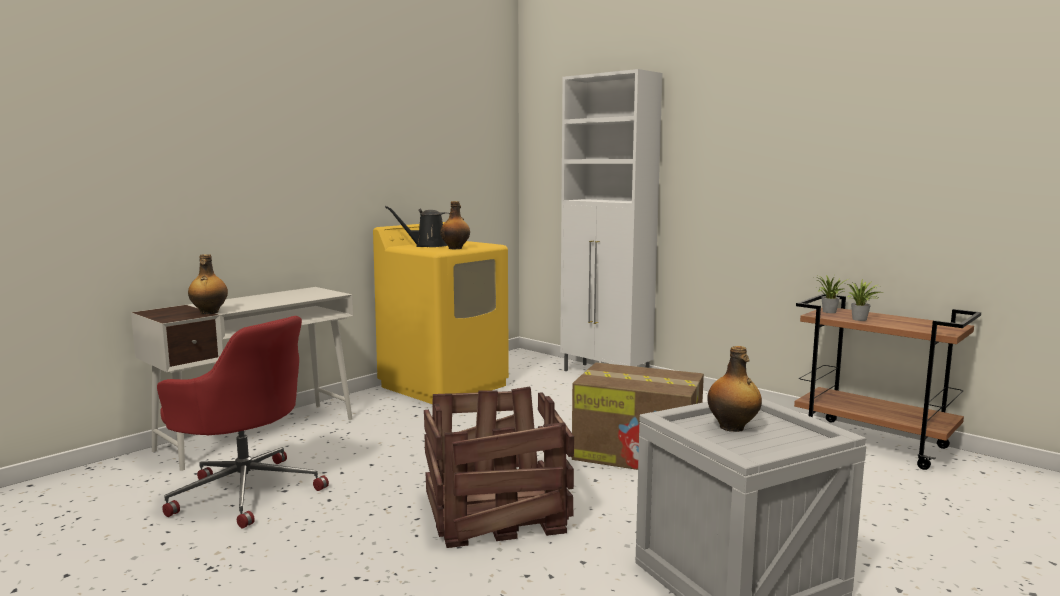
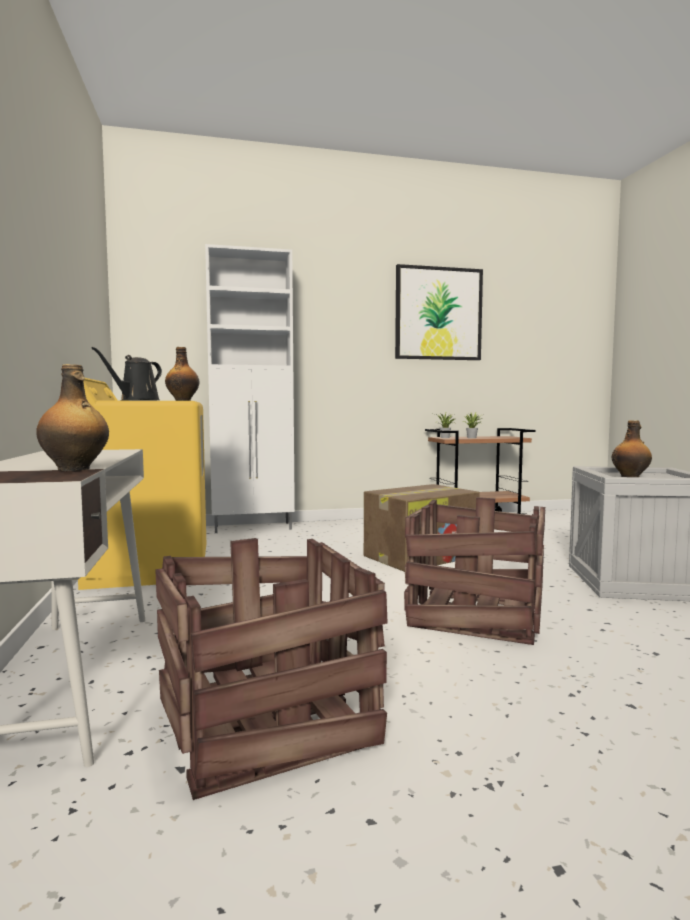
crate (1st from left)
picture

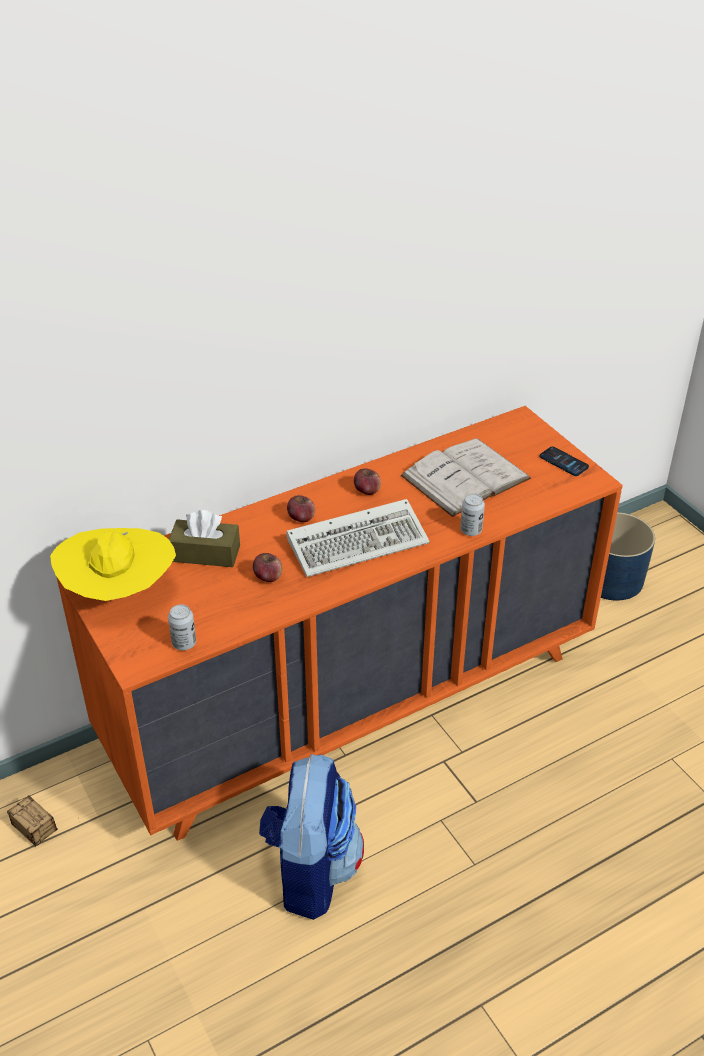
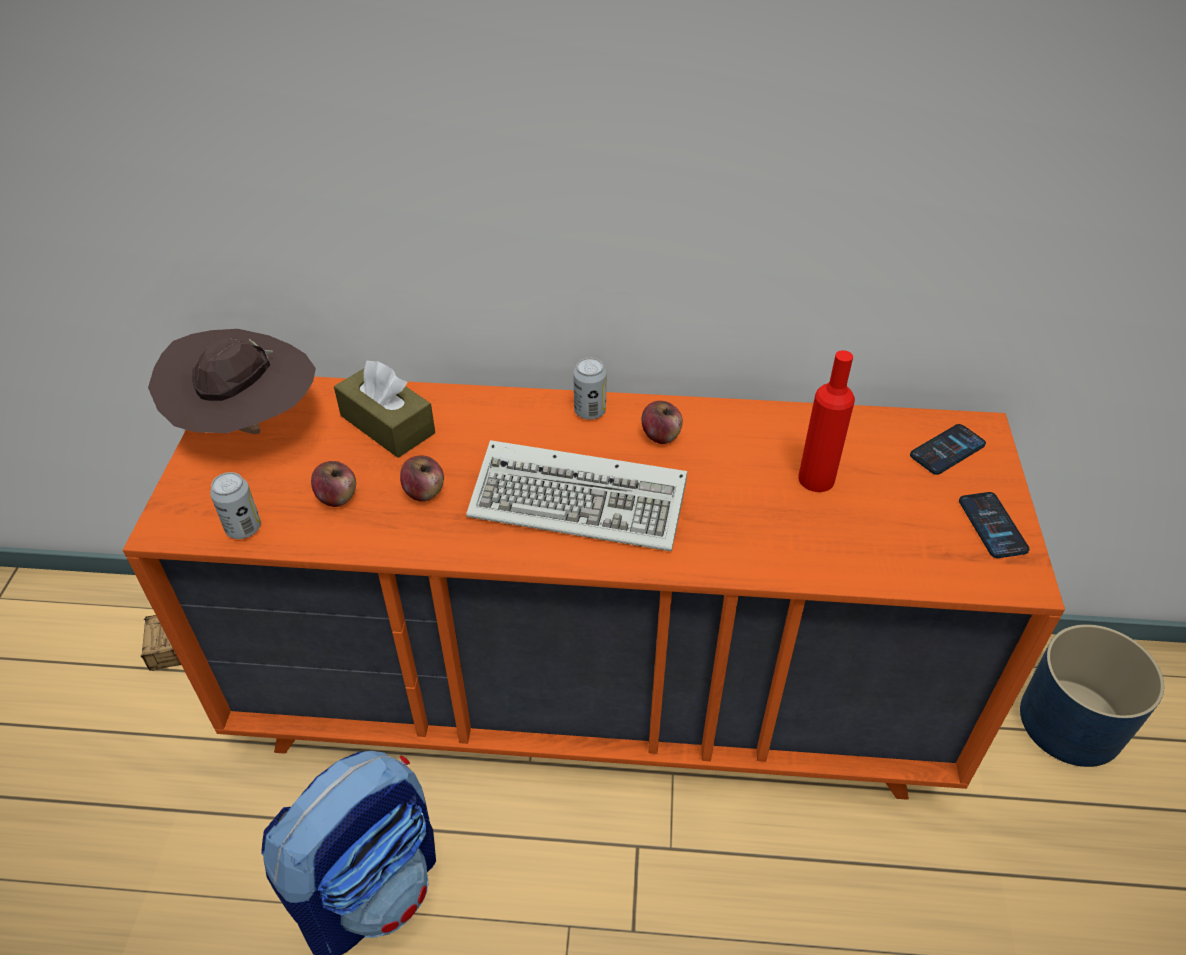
brown hat
apple (1st from left)
red bottle
can (2nd from left)
phone (1st from left)

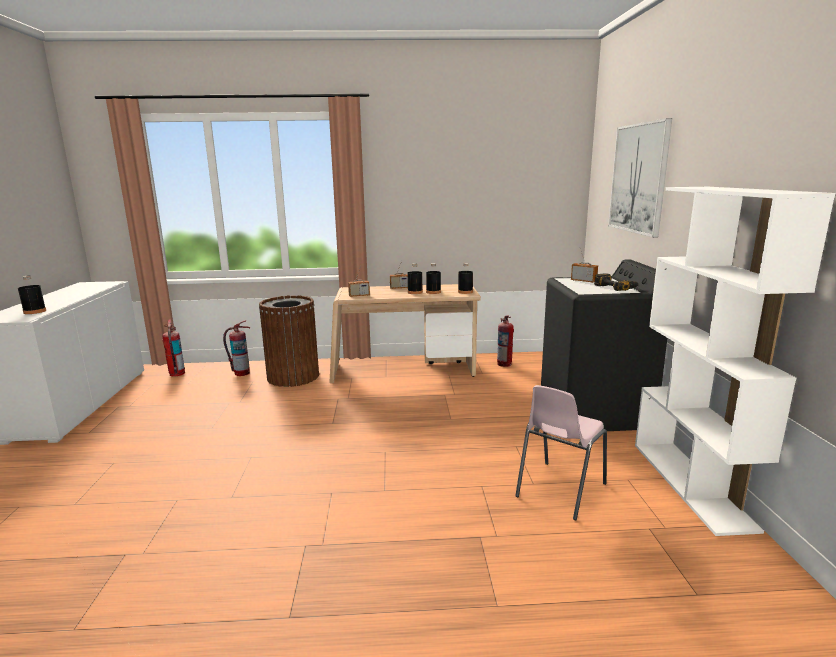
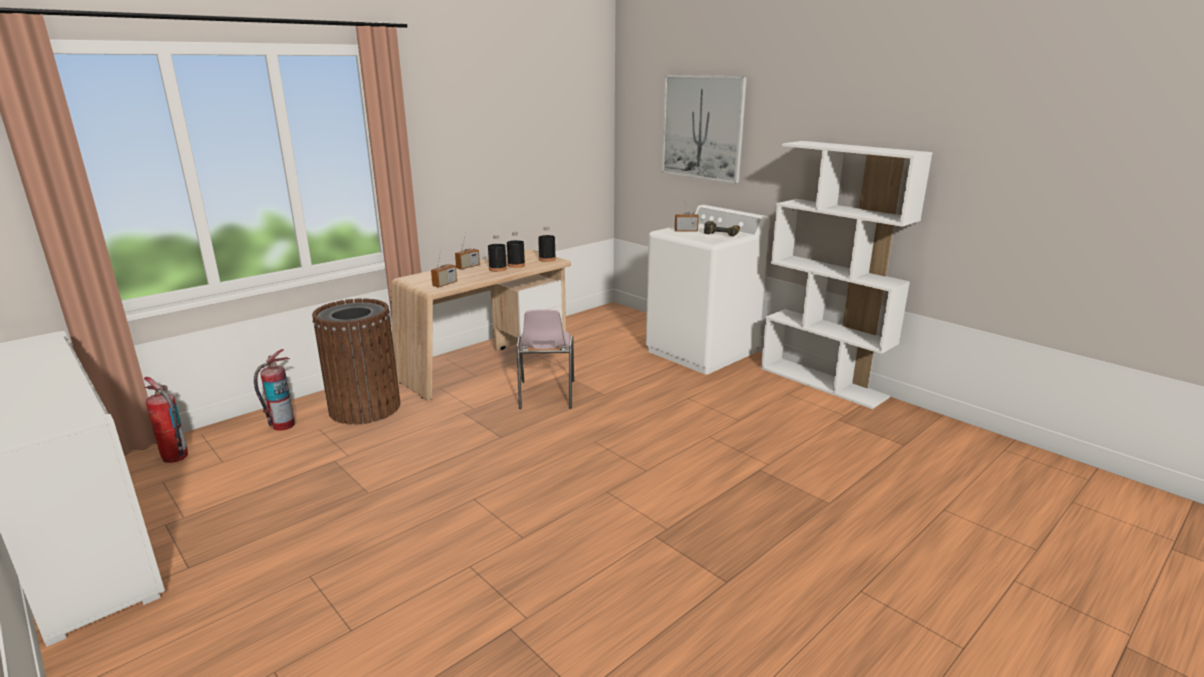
black bottle (1st from left in the first image)
fire extinguisher (3rd from left in the first image)
pink chair
white washing machine

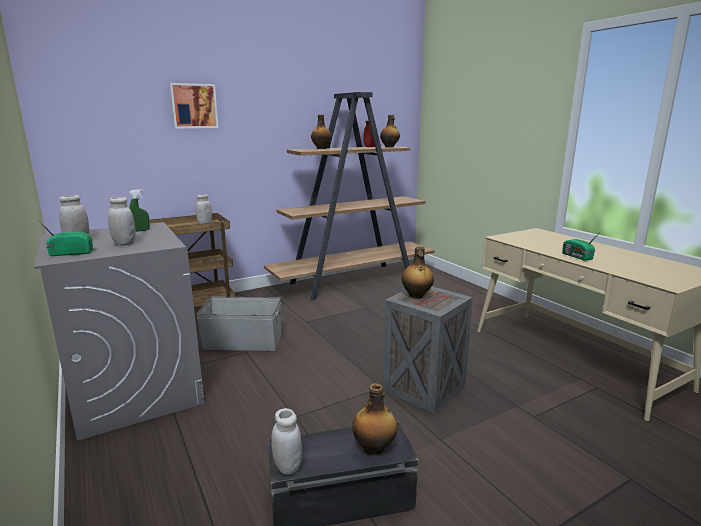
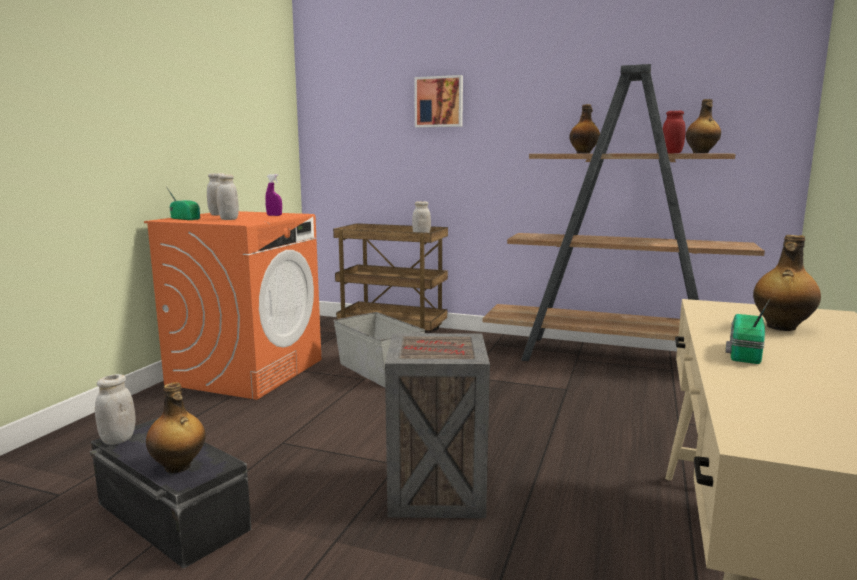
orange washing machine
purple spray bottle
bottle (4th from left)

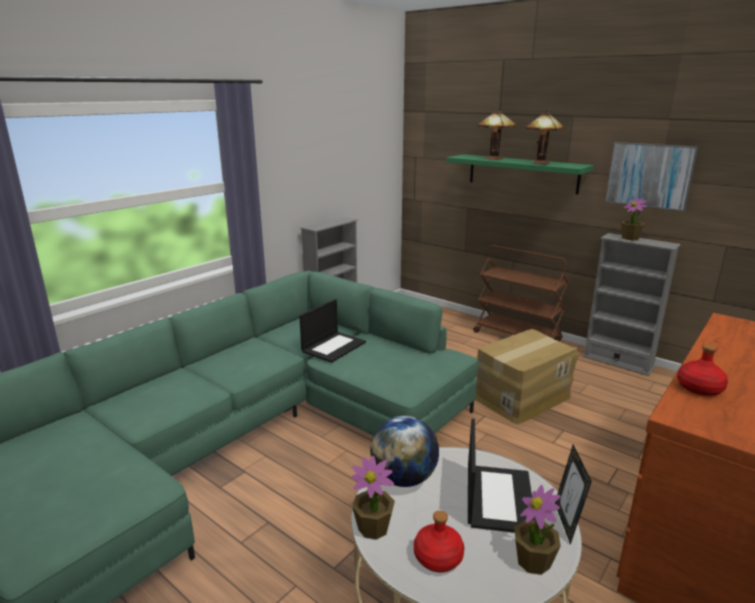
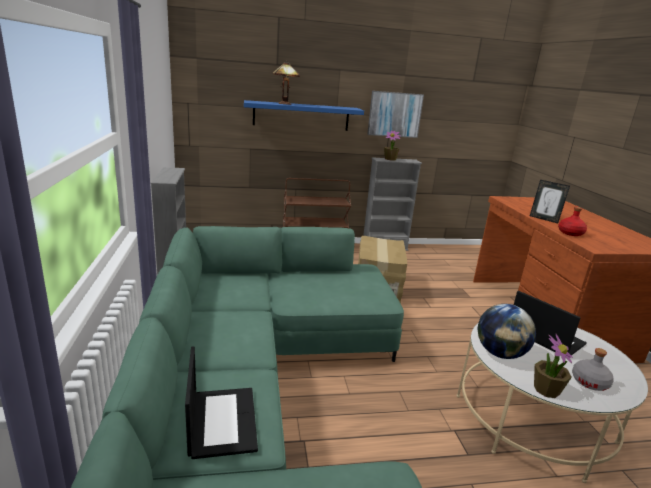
laptop (1st from left)
grey bottle
blue shelf
potted plant (2nd from left in the first image)
table lamp (2nd from left in the first image)
picture frame

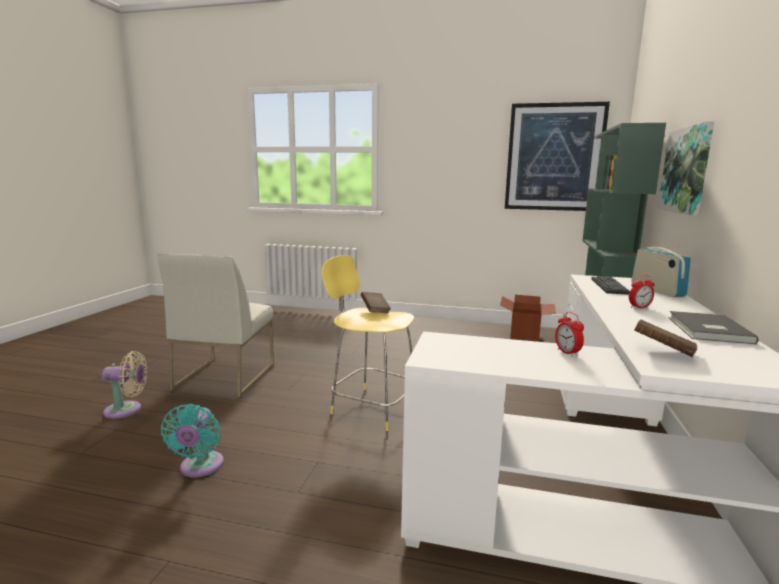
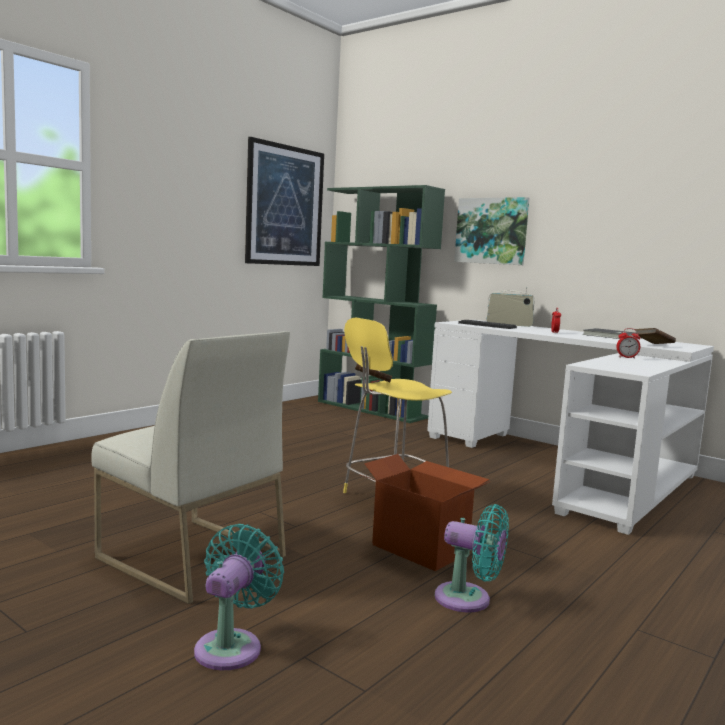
turquoise fan (1st from left)
cardboard box

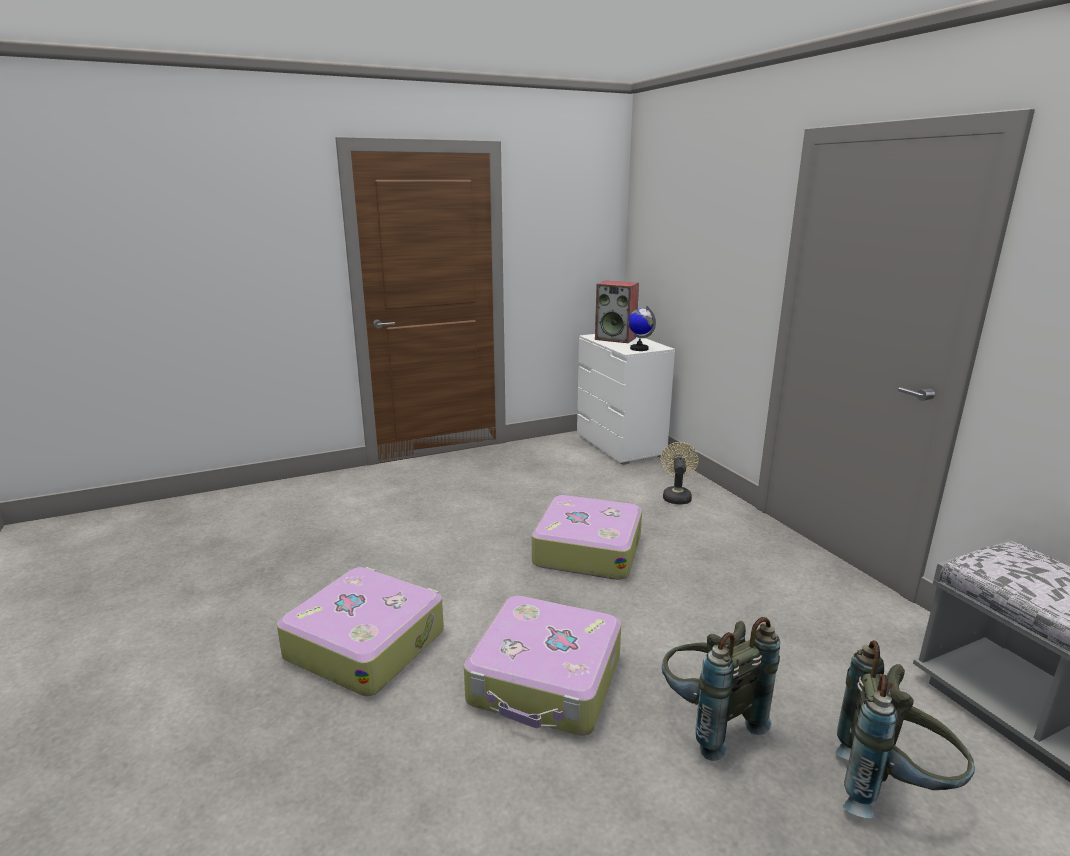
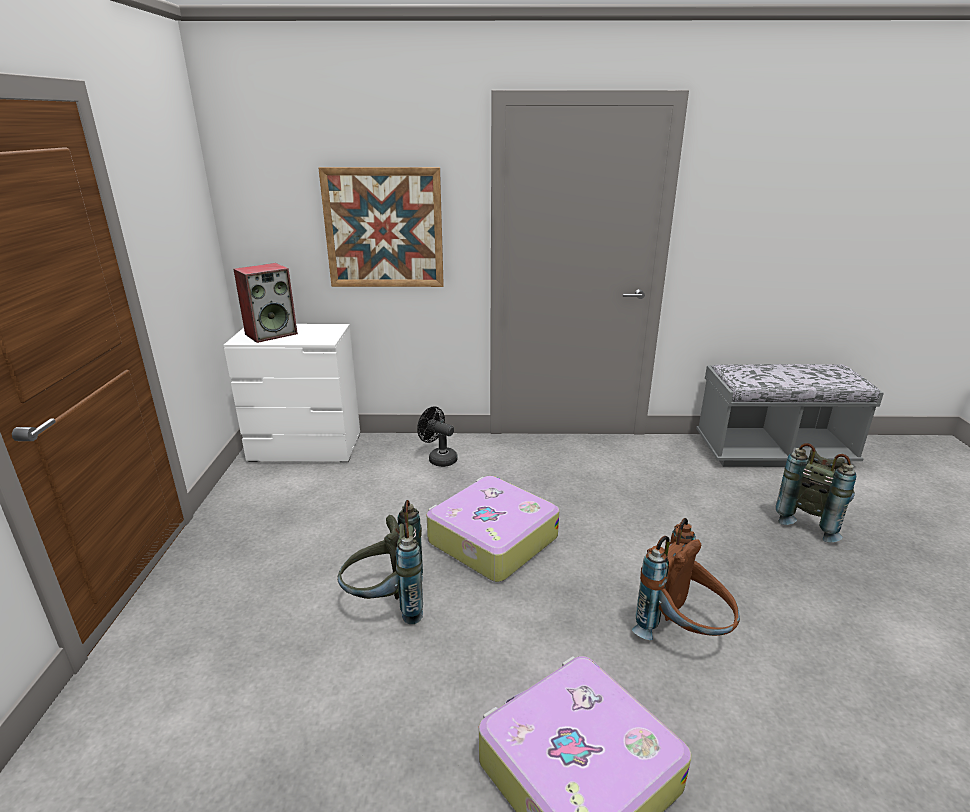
brown backpack
globe
black fan
grey backpack (1st from left)
picture

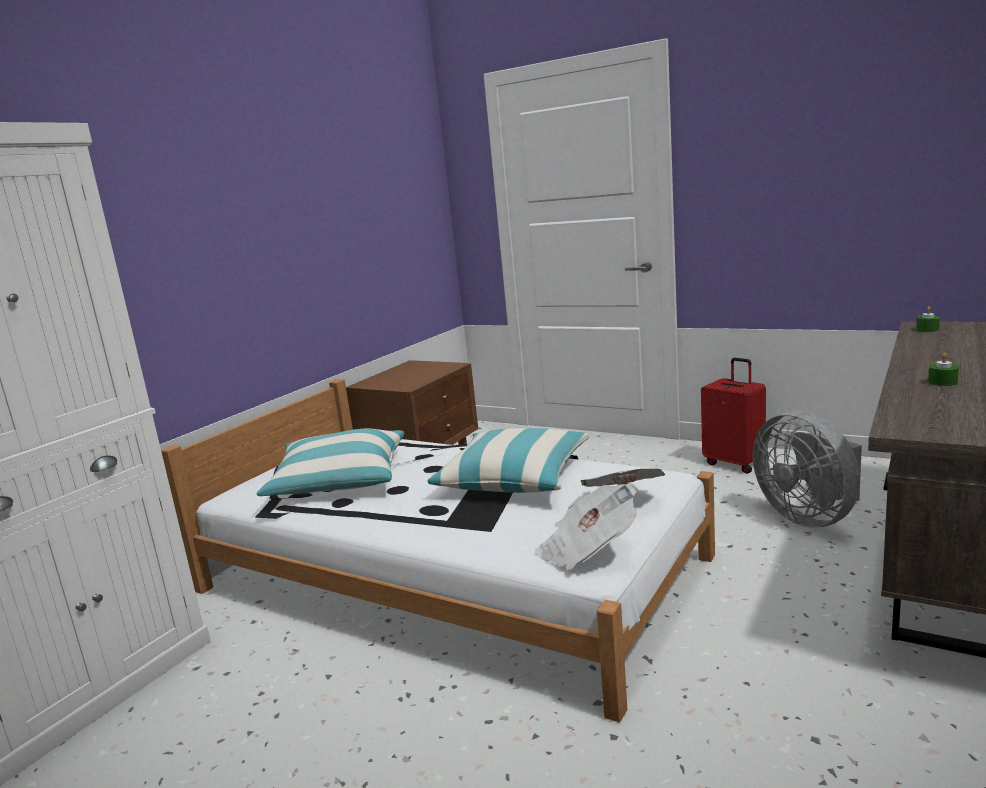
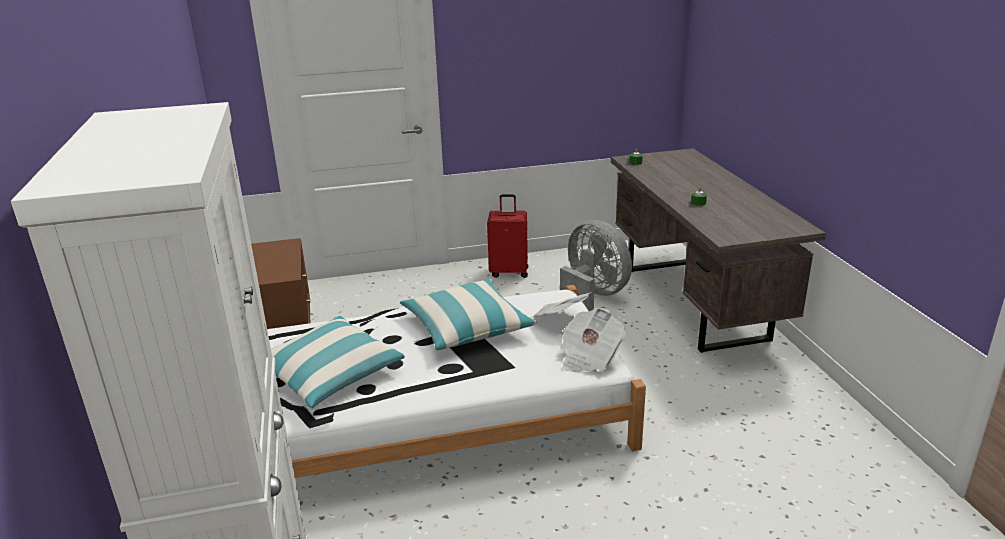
grey fan

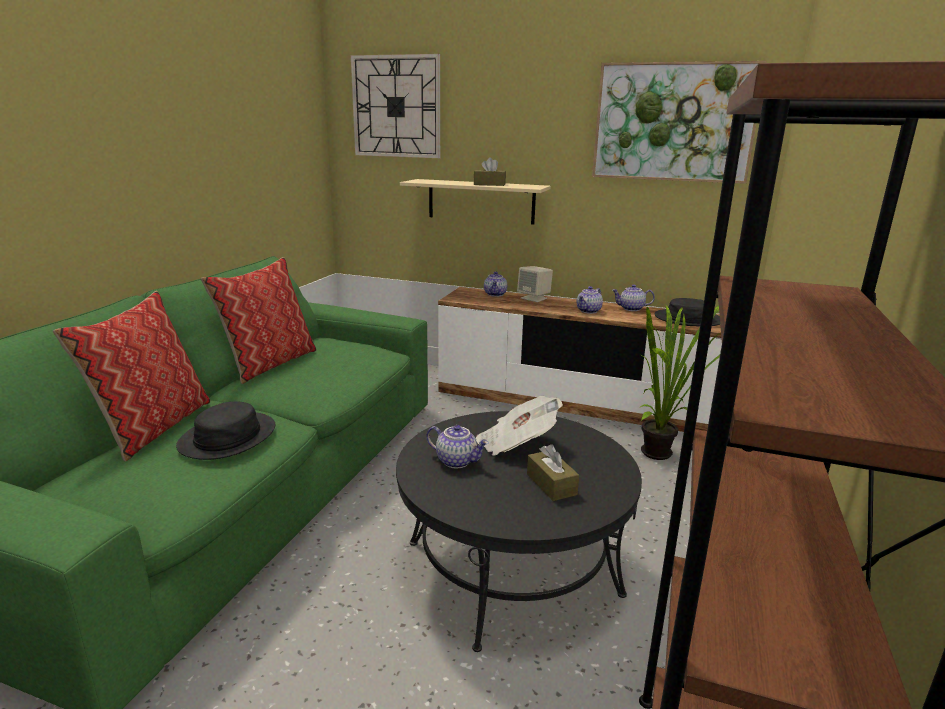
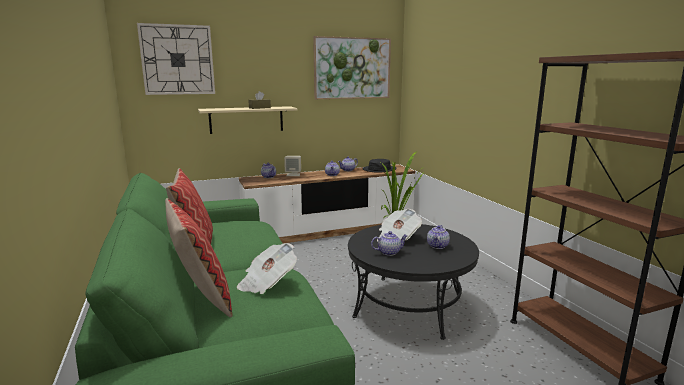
newspaper (1st from left)
teapot (5th from left)

